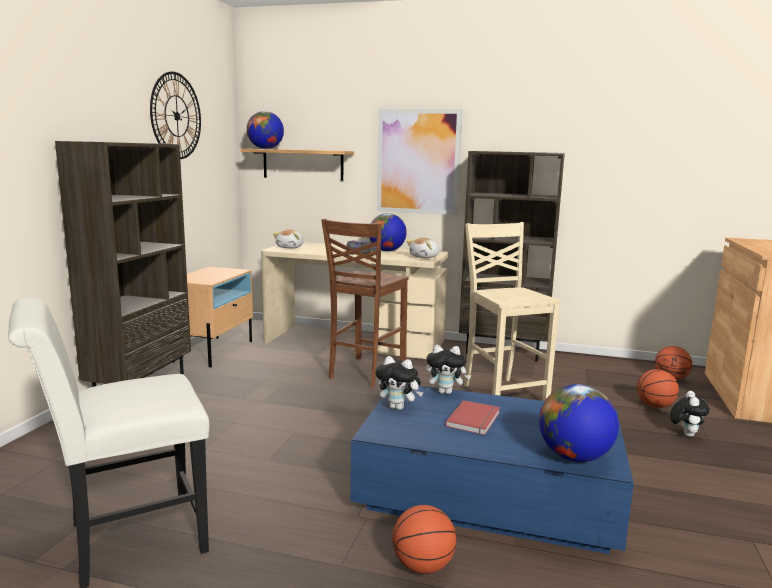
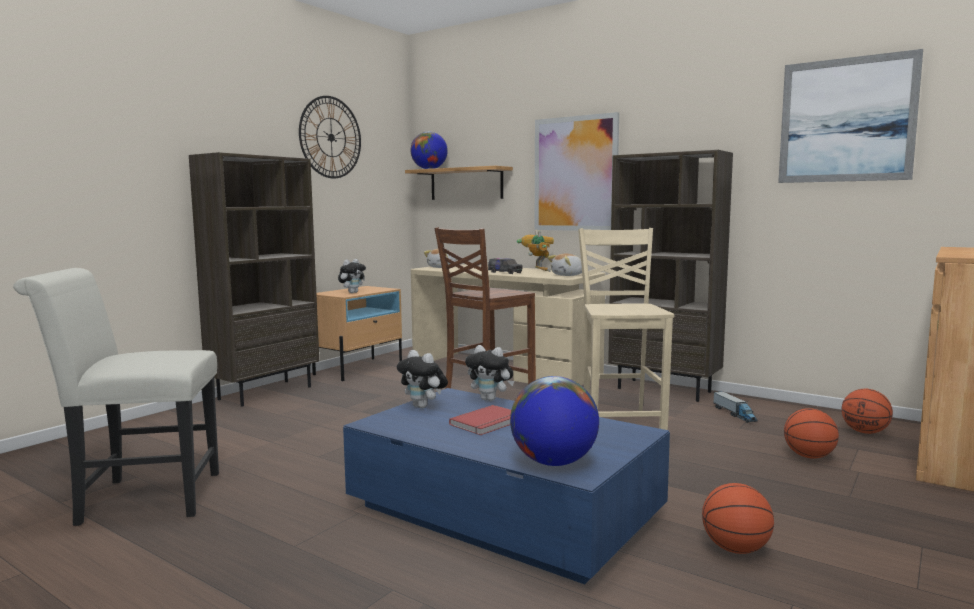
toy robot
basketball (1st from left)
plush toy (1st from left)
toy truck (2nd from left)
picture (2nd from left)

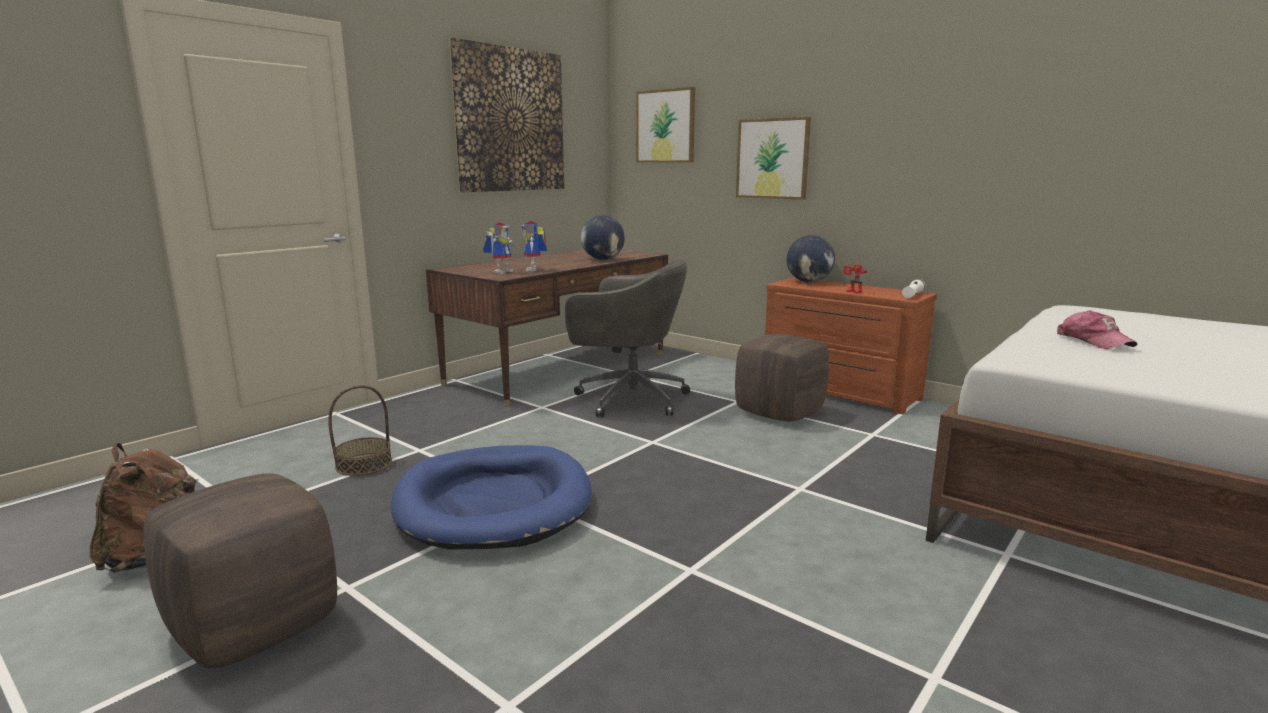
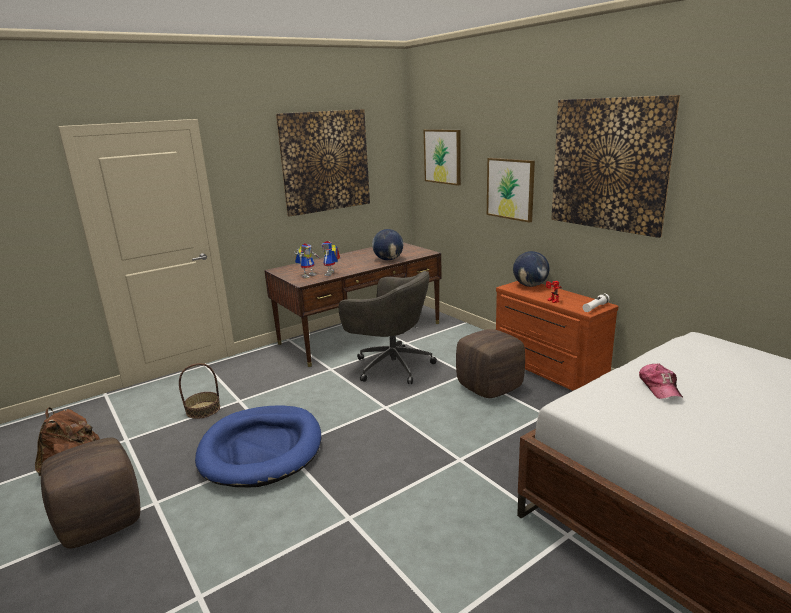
picture (4th from left)

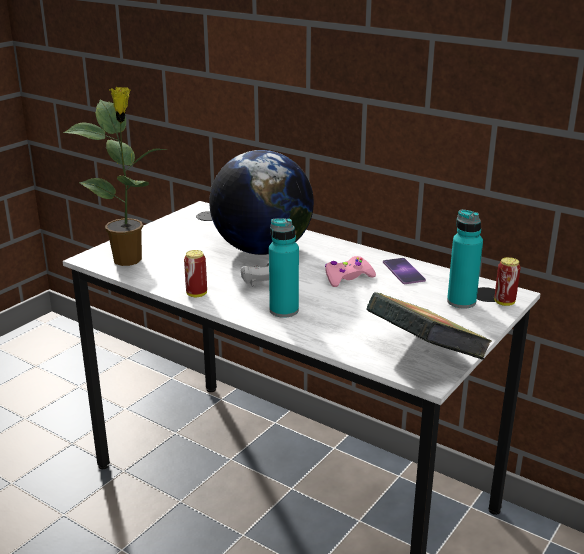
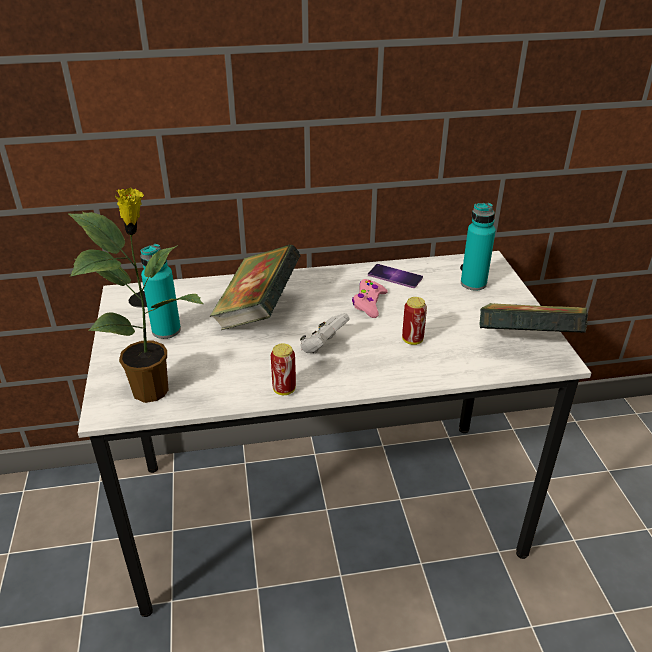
book (1st from left)
turquoise bottle (1st from left)
can (2nd from left)

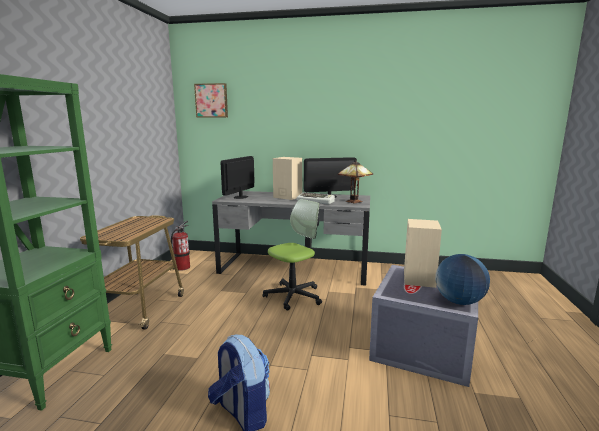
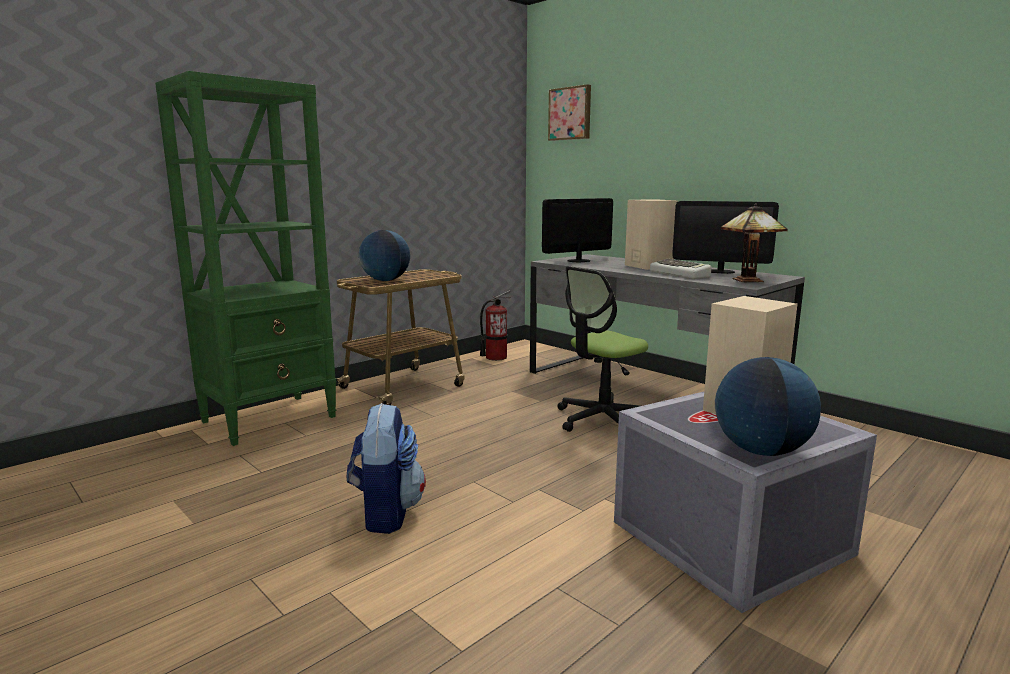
office chair
globe (1st from left)

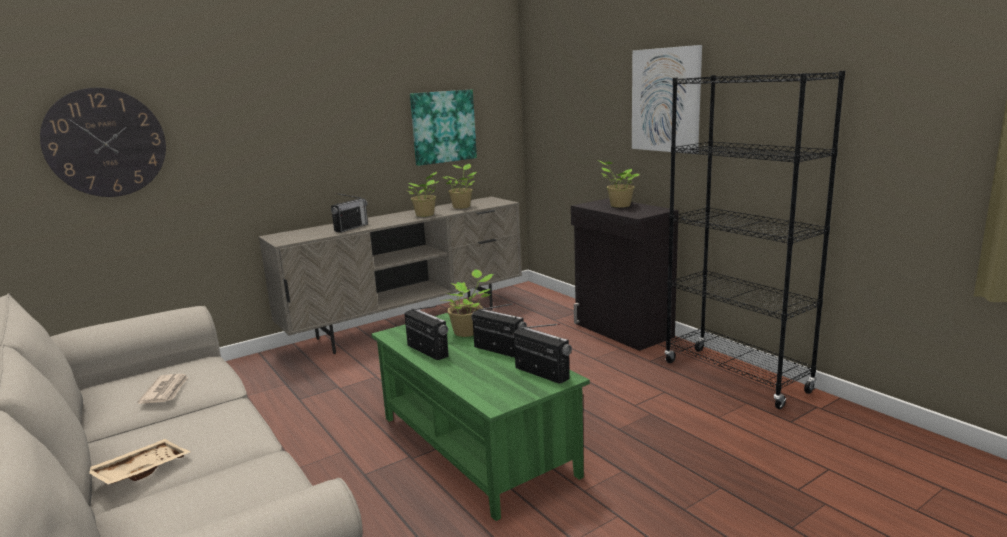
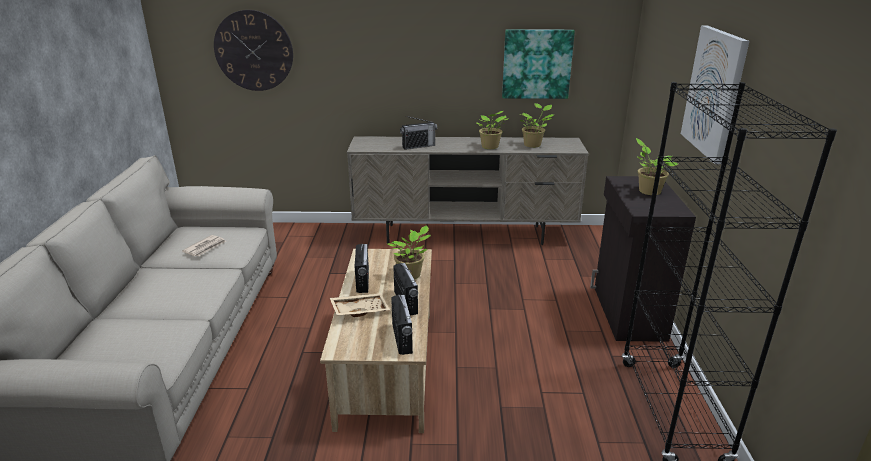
beige tray
beige coffee table

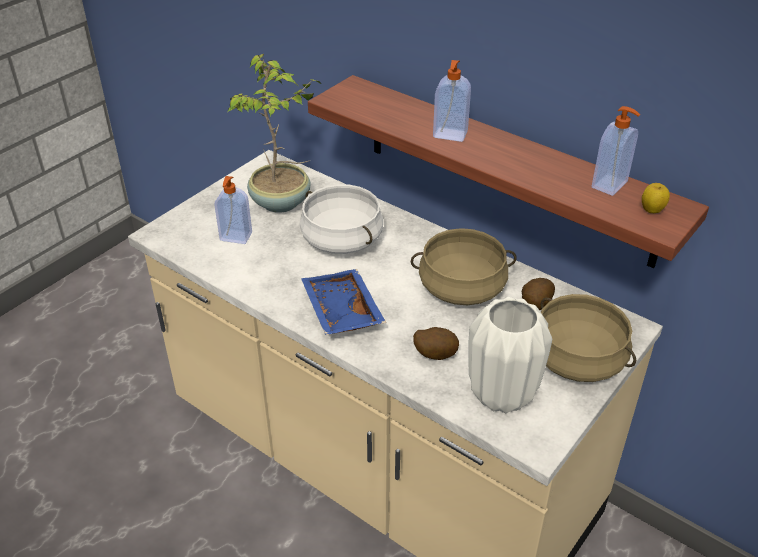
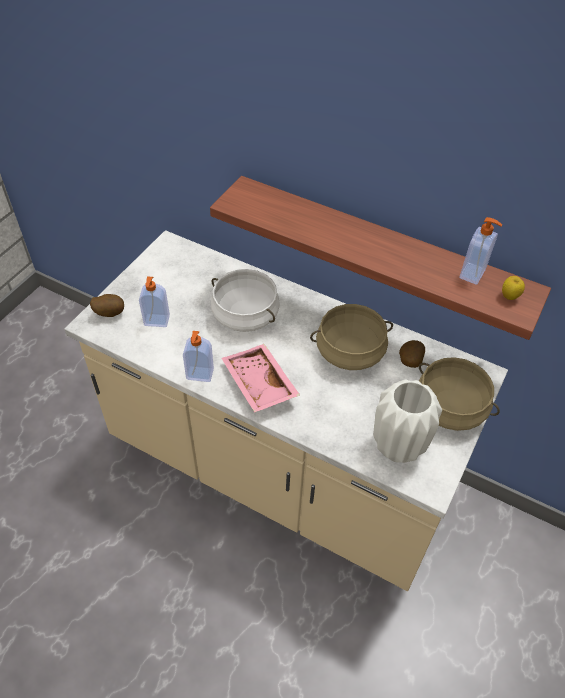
potted plant
pink tray
potato (1st from left)
soap dispenser (2nd from left)

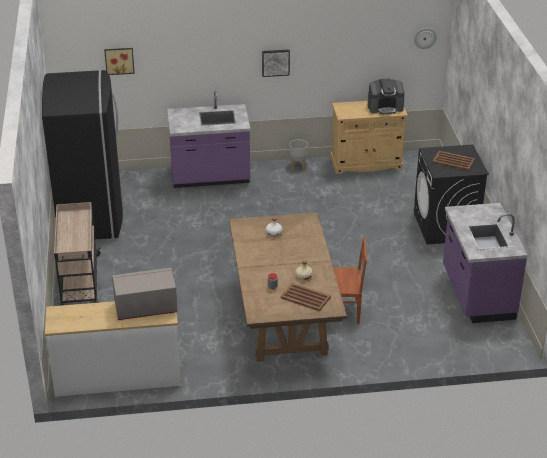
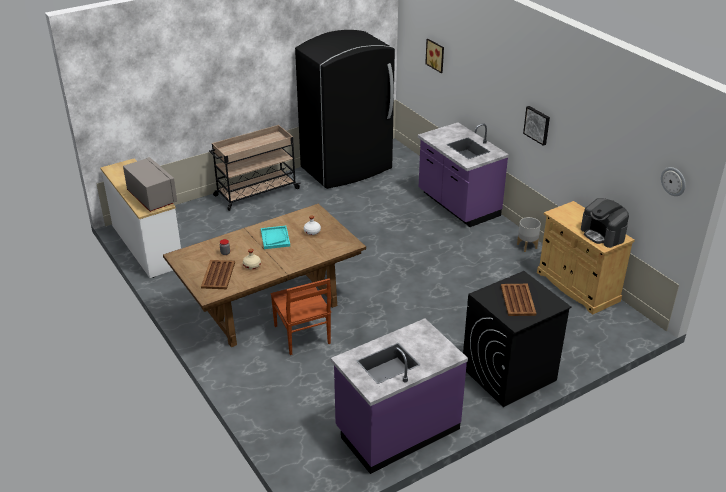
turquoise tray

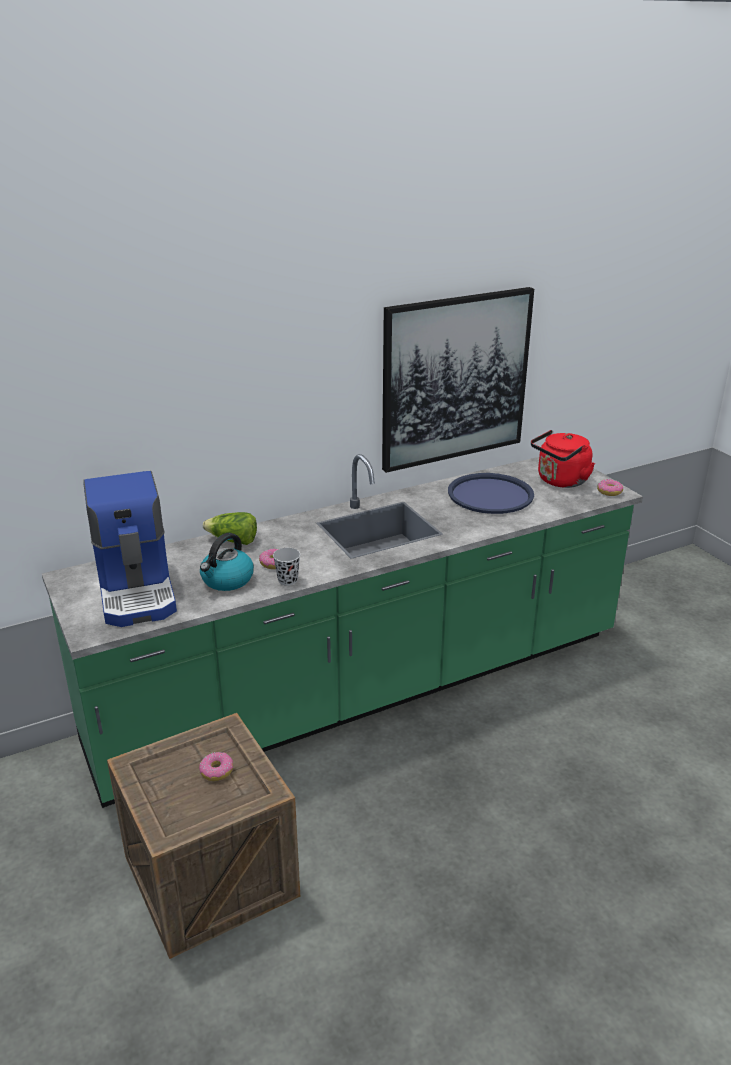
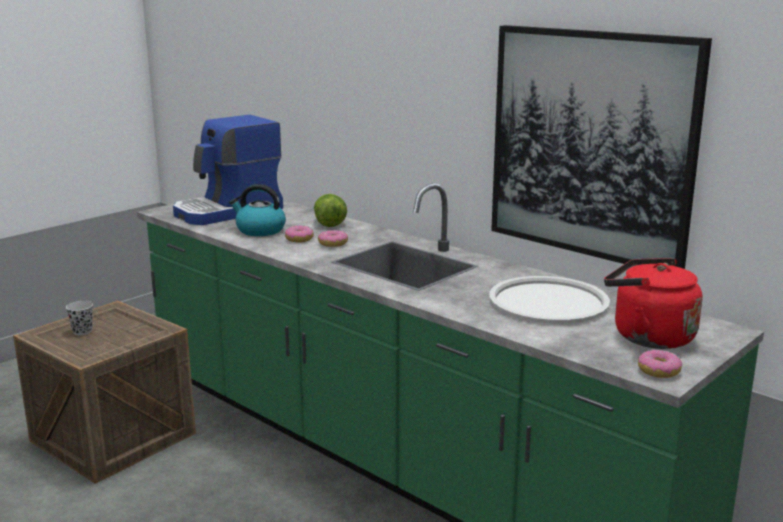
donut (2nd from left)
black cup
white tray

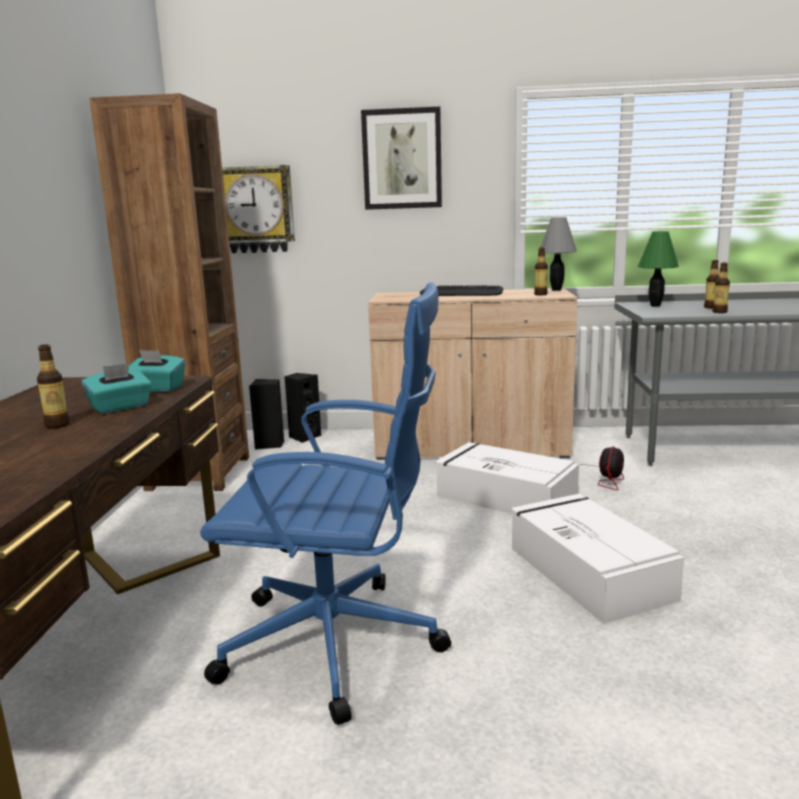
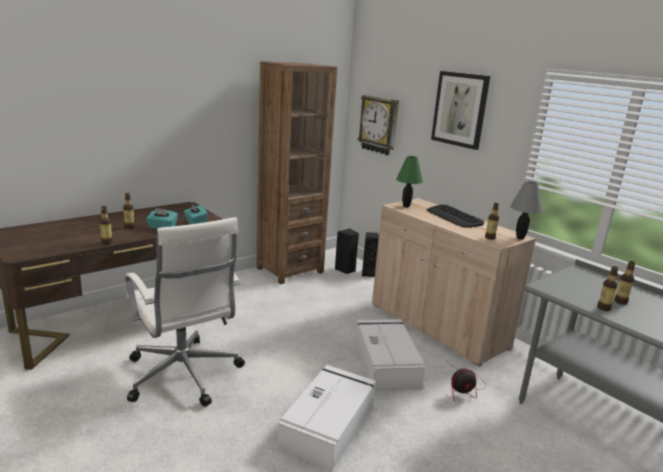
white office chair
green table lamp
bottle (1st from left)

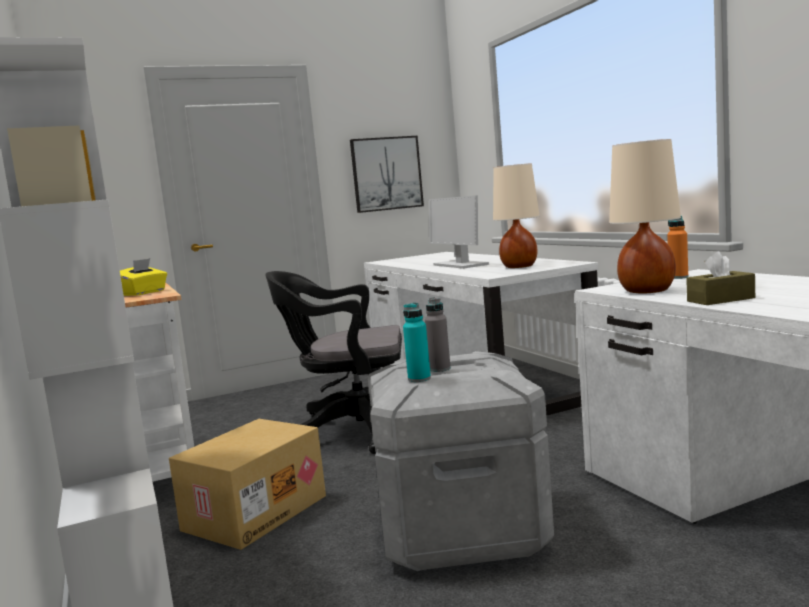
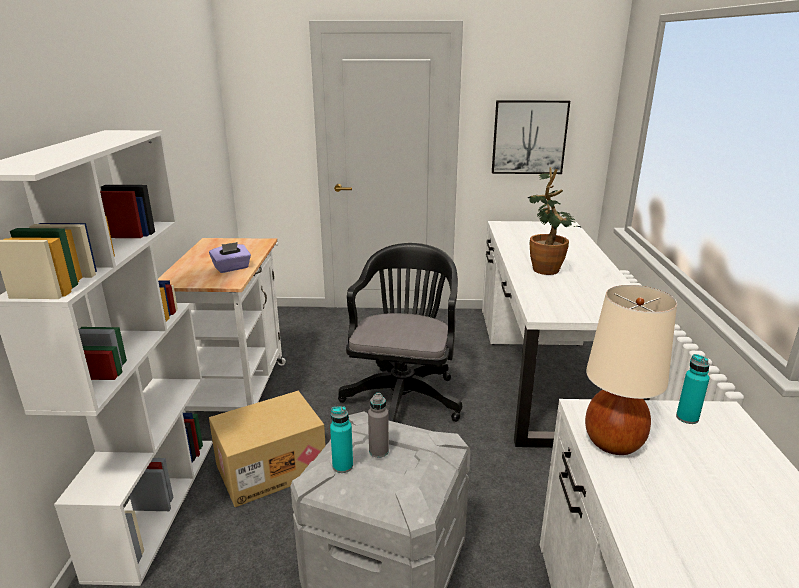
purple tissue box
black office chair
potted plant
beige table lamp (1st from left in the first image)
turquoise bottle (2nd from left)
brown tissue box

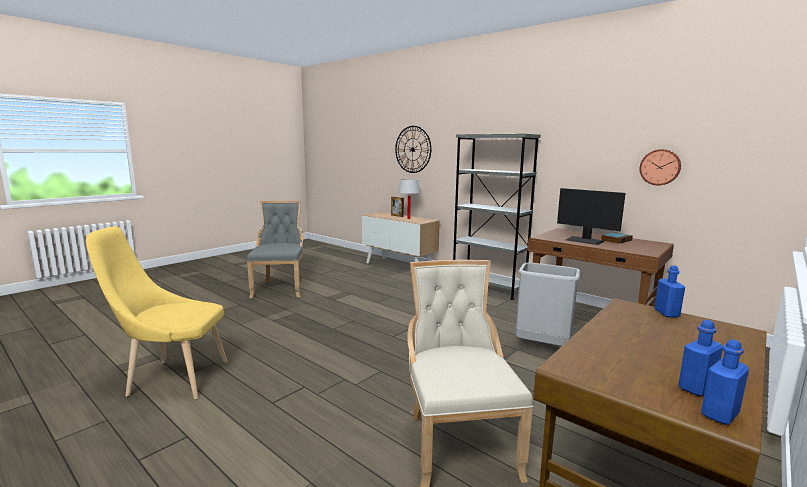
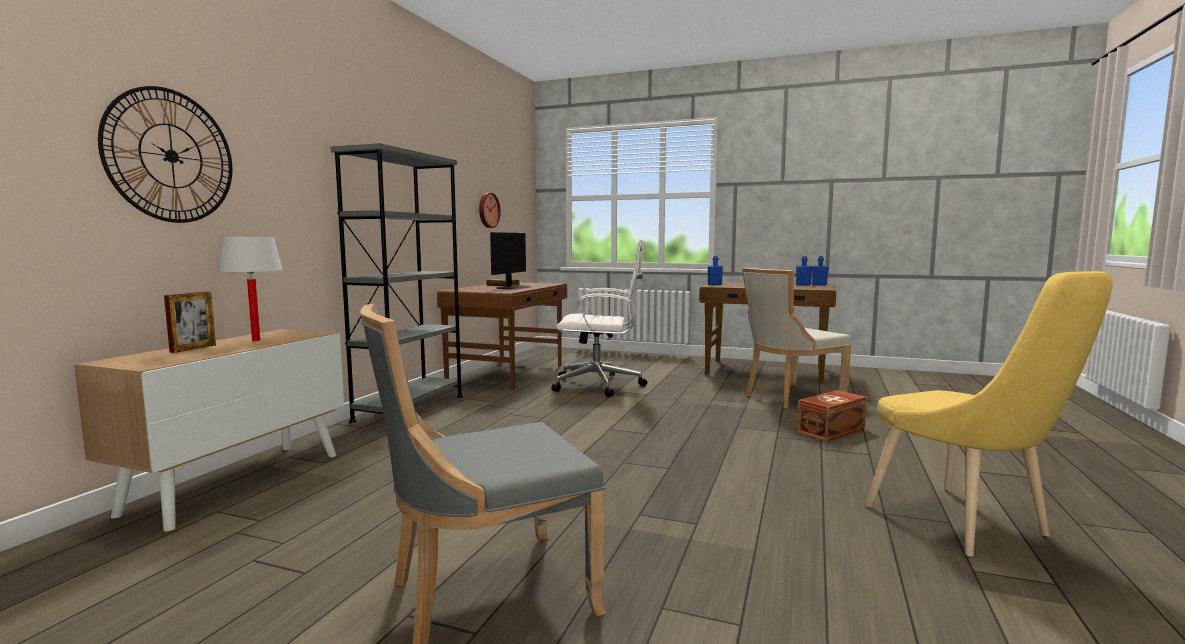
white office chair
brown storage box

